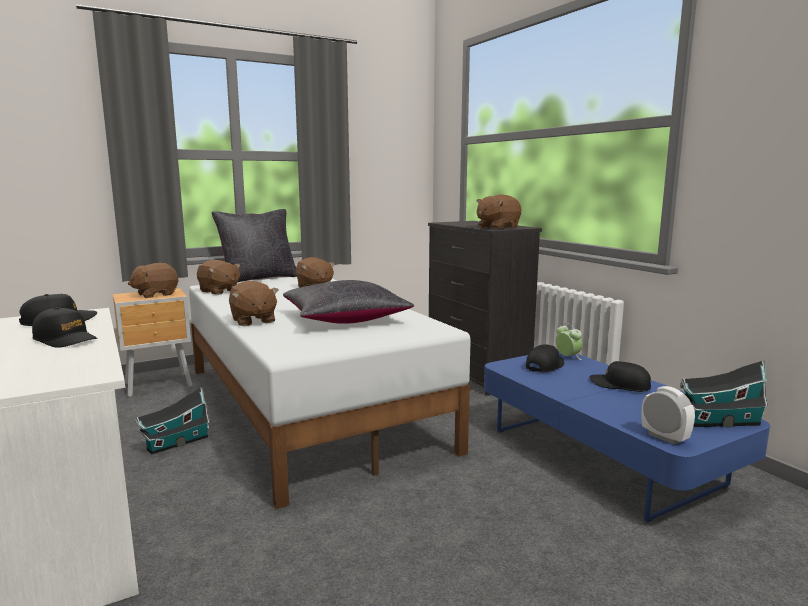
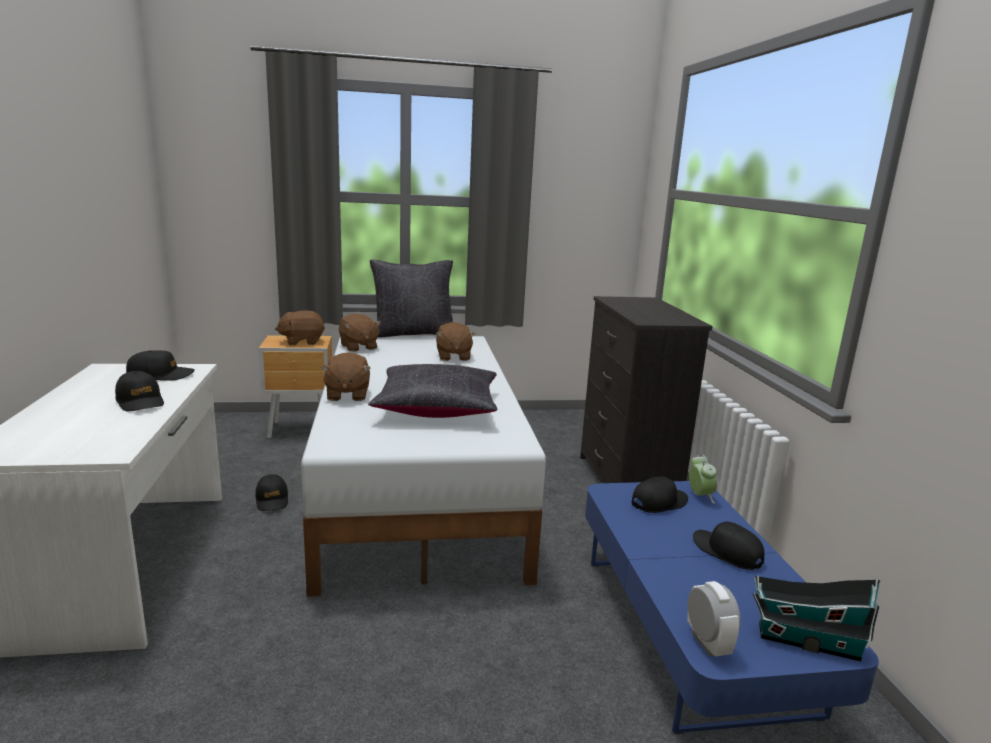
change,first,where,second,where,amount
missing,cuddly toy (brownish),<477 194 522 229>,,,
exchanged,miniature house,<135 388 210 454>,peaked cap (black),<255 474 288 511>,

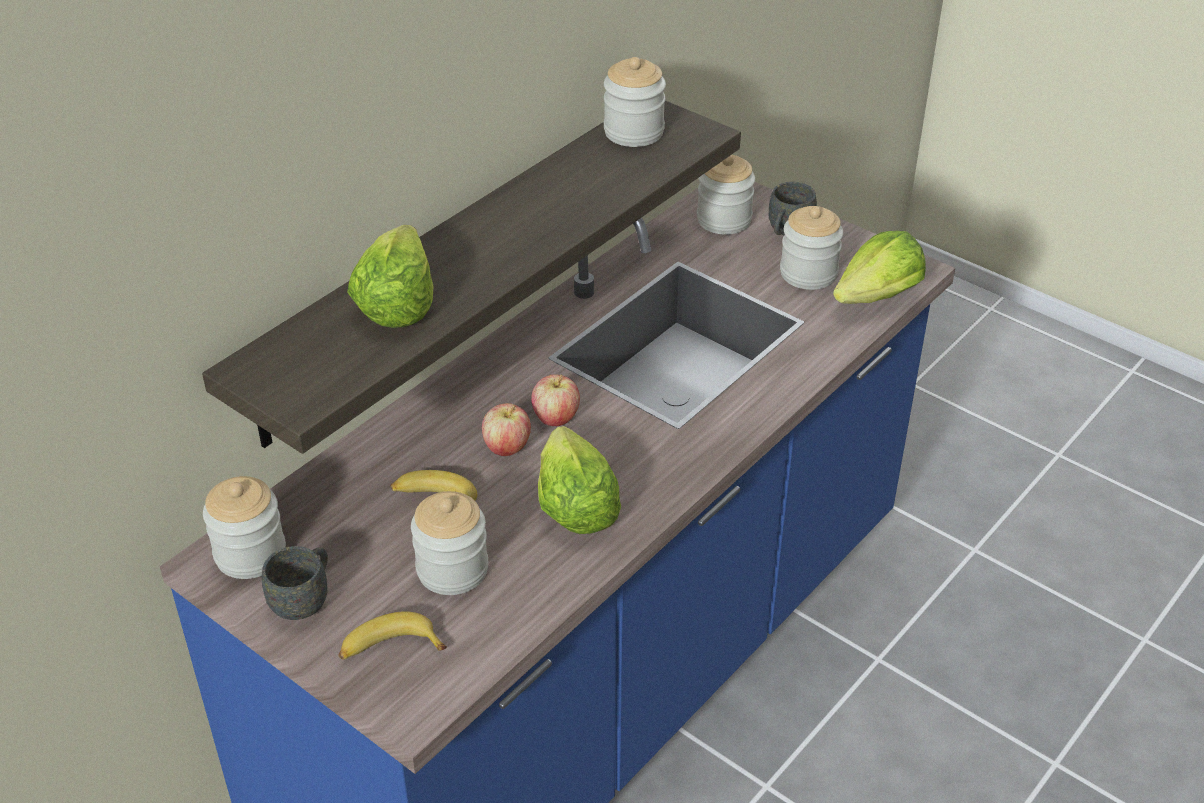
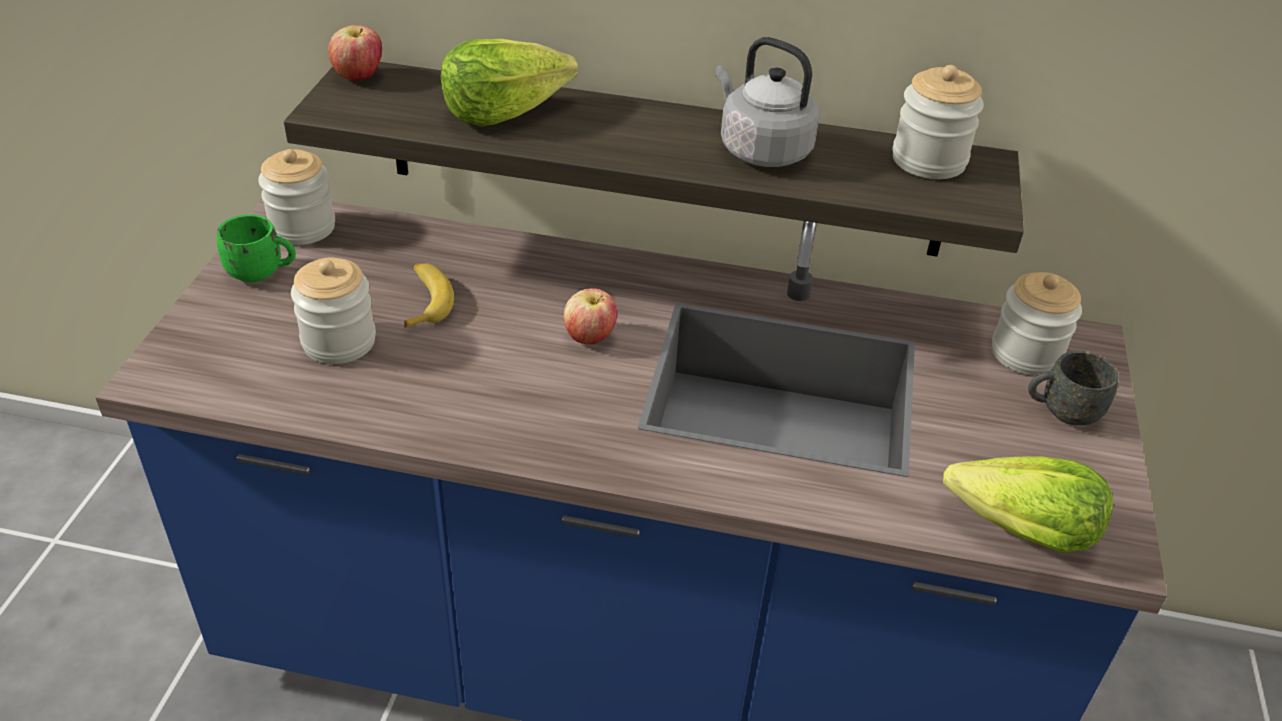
change,first,where,second,where,amount
missing,banana fruit,<339 611 447 660>,,,
missing,head of lettuce,<538 426 621 534>,,,
missing,jar,<780 206 843 290>,,,
appeared,,,kettle (grey),<715 37 819 167>,
relocated,whole apple,<482 403 531 456>,,<328 25 382 81>,
colour,mug (grey),<262 546 328 620>,mug (green-coloured),<217 214 296 282>,

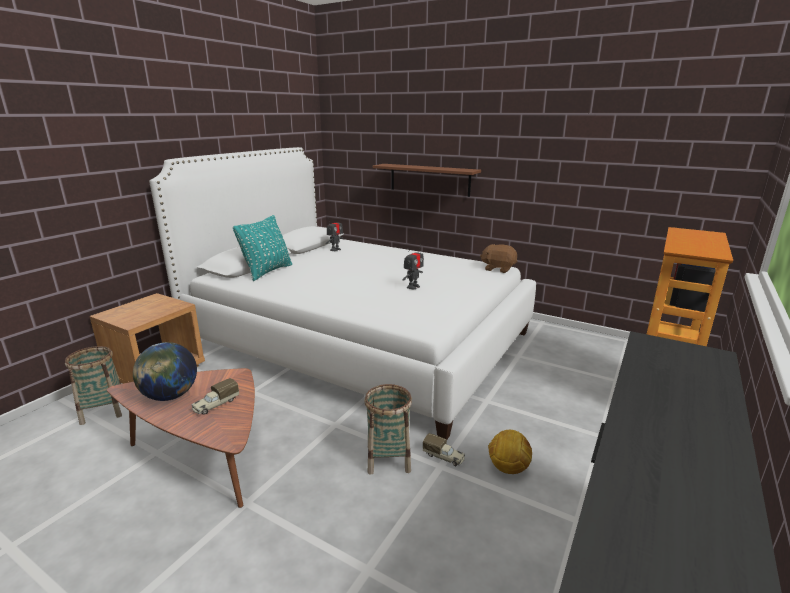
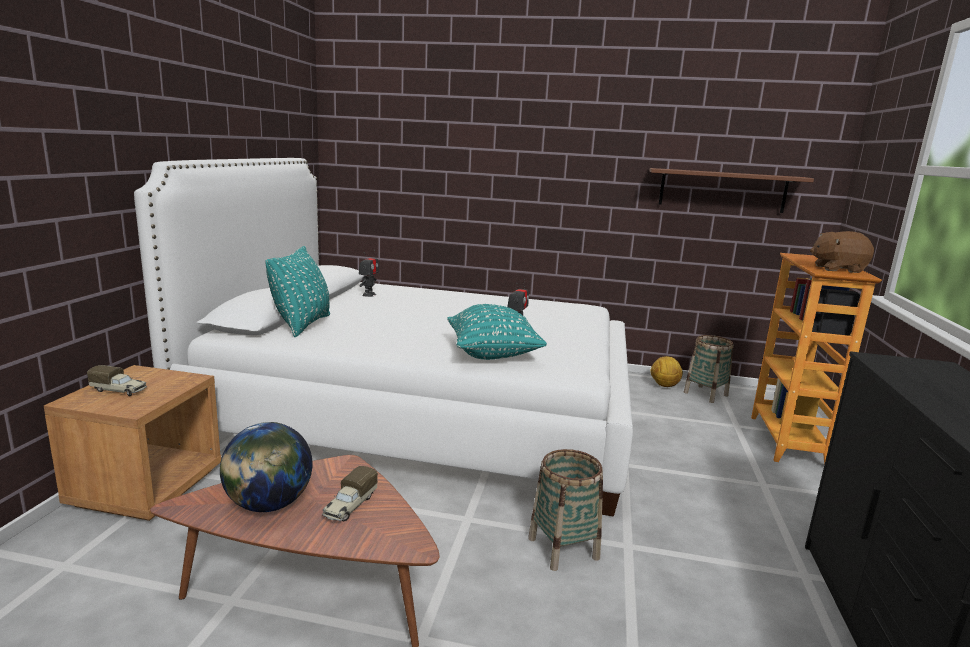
change,first,where,second,where,amount
appeared,,,throw pillow (blue-green),<447 304 547 360>,
relocated,storage basket,<65 346 122 425>,,<684 335 734 403>,
relocated,wall shelf (brownish),<373 164 481 197>,,<649 168 814 213>,
relocated,model truck,<423 433 465 467>,,<87 365 147 396>,
relocated,cuddly toy (brownish),<480 244 517 273>,,<810 231 874 273>,
relocated,ball for football,<488 430 532 474>,,<650 356 683 387>,

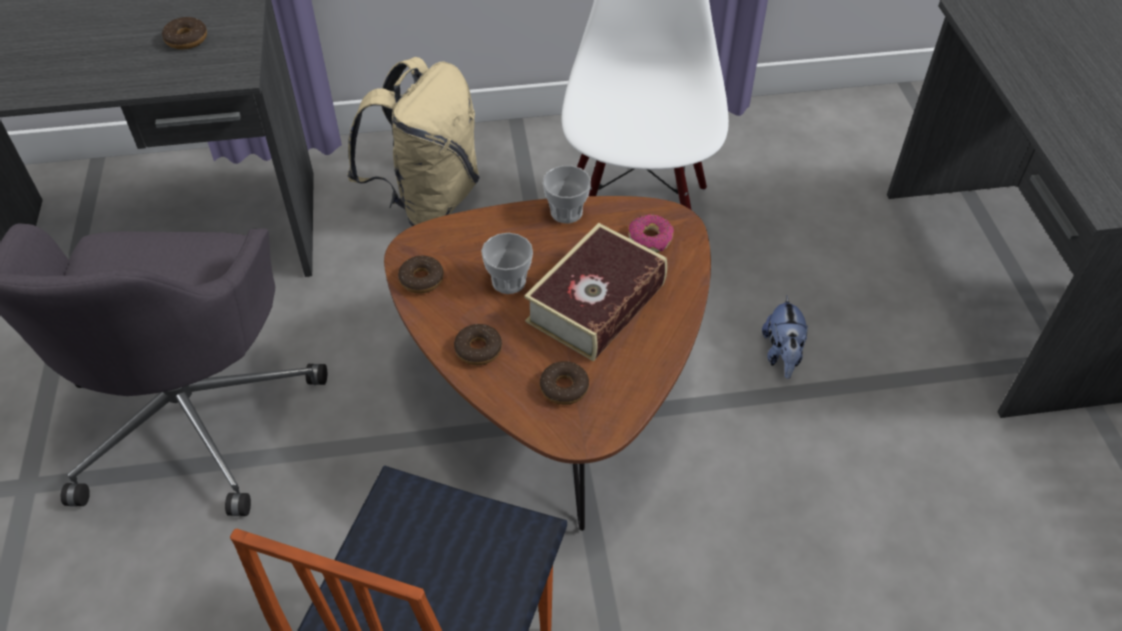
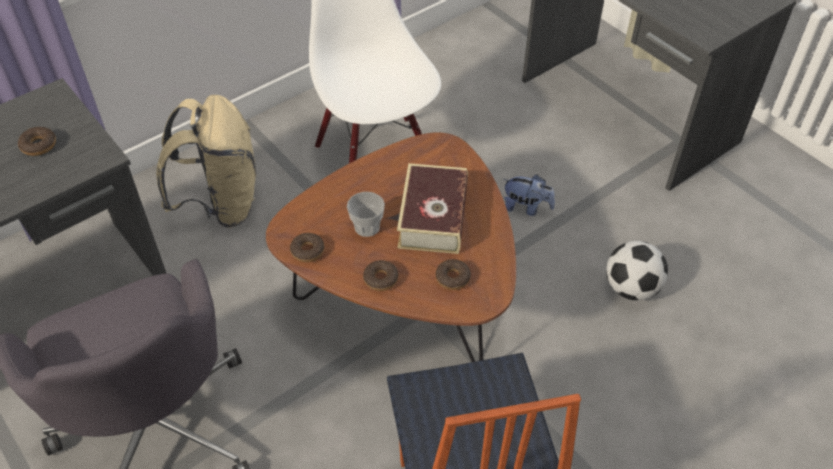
change,first,where,second,where,amount
missing,drinking cup,<543 165 591 223>,,,
missing,doughnut,<628 214 674 253>,,,
appeared,,,ball for football,<606 241 668 300>,
spun,cuddly toy,<762 295 808 379>,,<503 174 555 216>,45 degrees counterclockwise

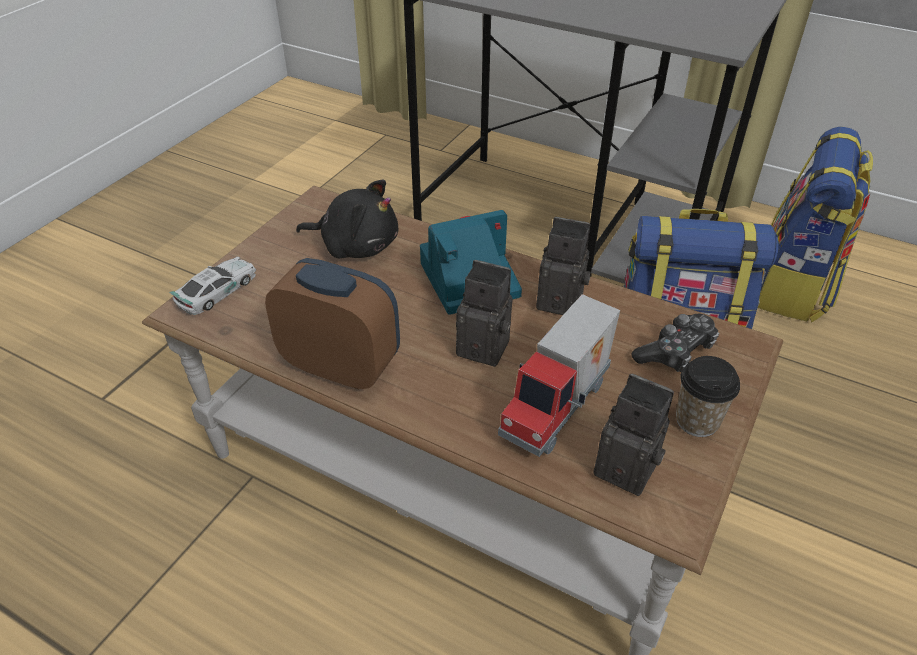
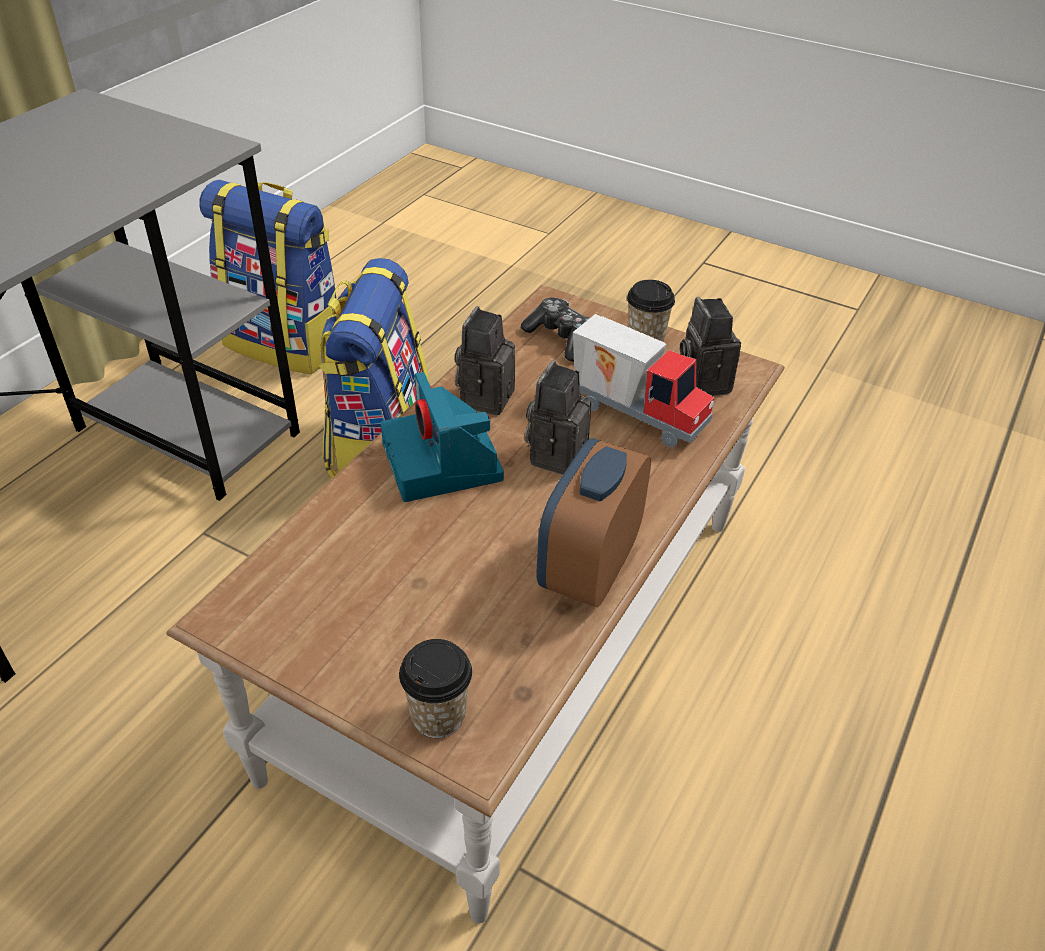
change,first,where,second,where,amount
missing,cuddly toy (black),<296 179 398 258>,,,
exchanged,toy car,<169 257 256 315>,drinking cup,<399 639 472 738>,
spun,photo camera,<594 374 674 496>,,<680 297 741 396>,45 degrees counterclockwise

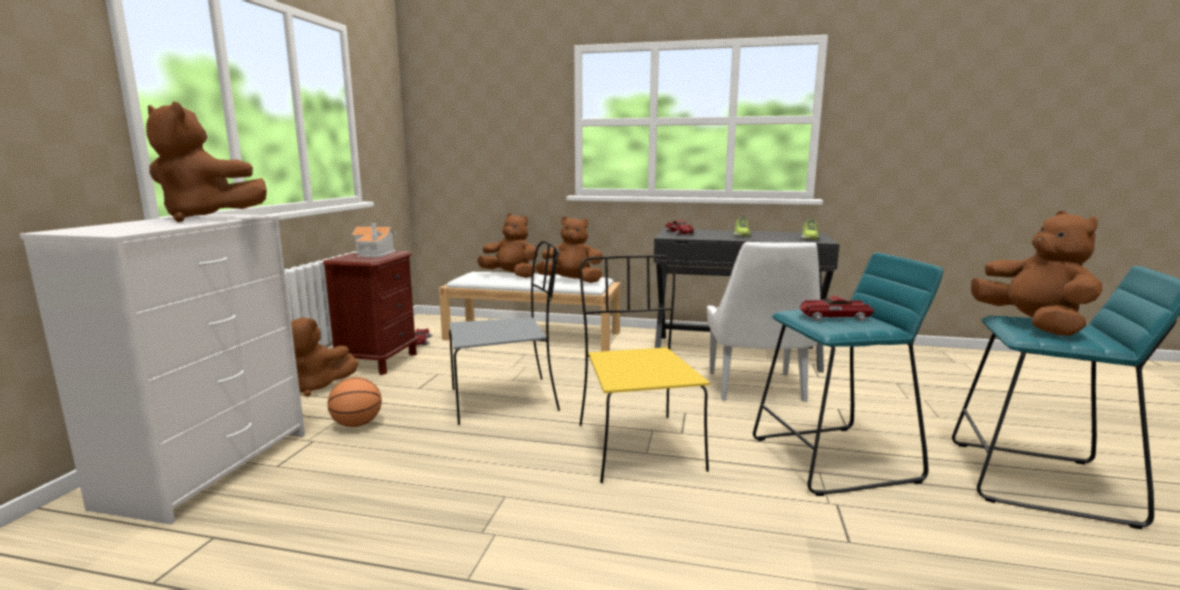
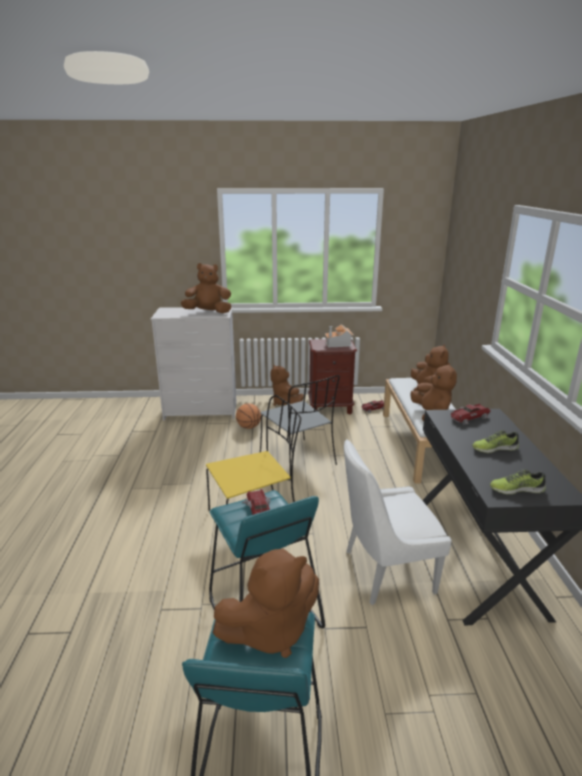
change,first,where,second,where,amount
spun,cuddly toy (brownish),<146 102 267 222>,,<181 263 232 313>,90 degrees clockwise

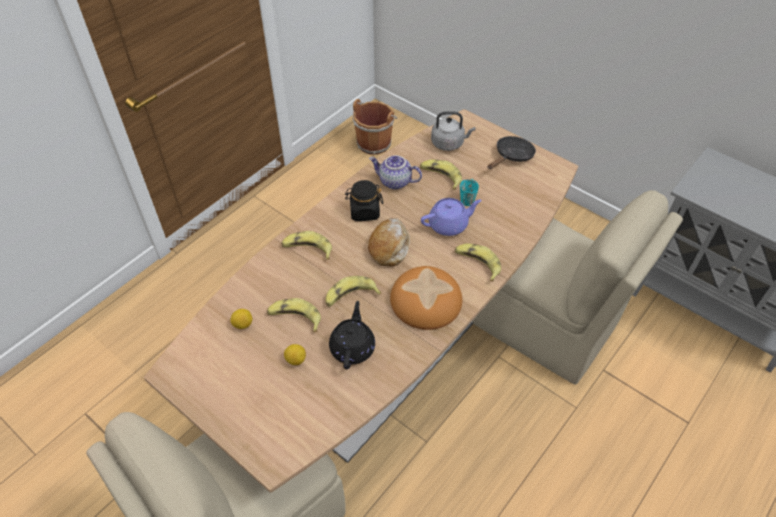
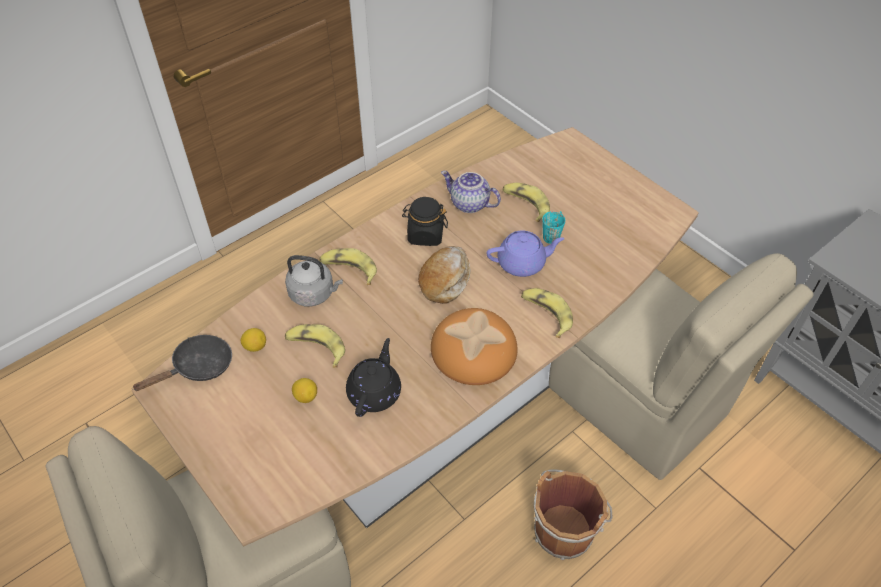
change,first,where,second,where,amount
missing,banana fruit,<325 276 381 307>,,,
relocated,bucket (brownish),<353 99 398 155>,,<534 469 612 560>,
relocated,kettle (grey),<431 111 475 151>,,<285 255 343 306>,
relocated,pan (black),<487 136 536 169>,,<132 335 232 391>,

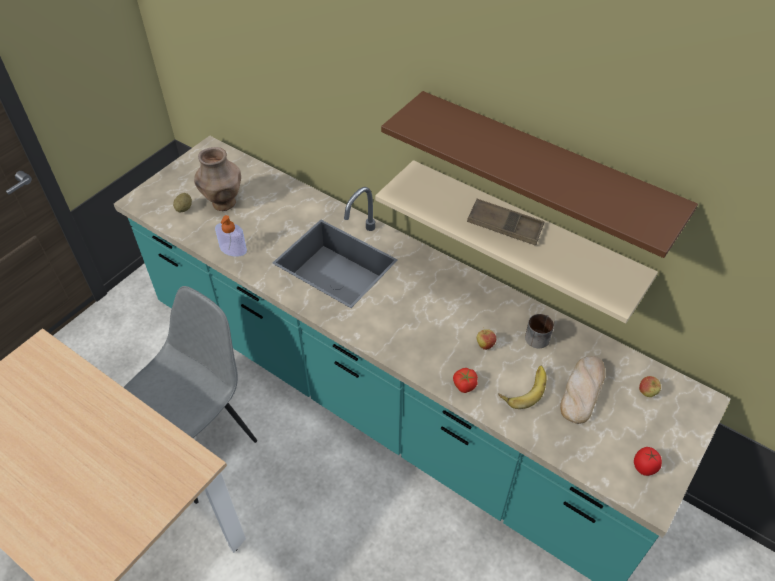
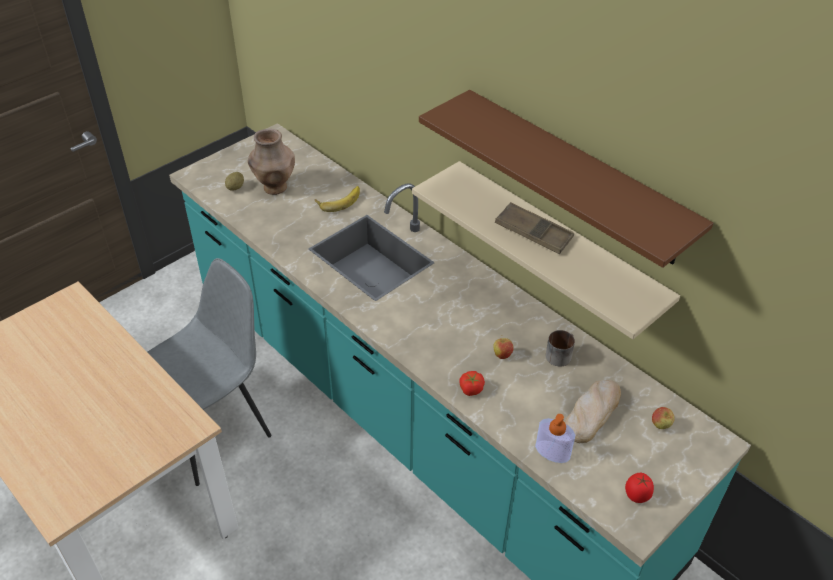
change,first,where,second,where,amount
relocated,soap bottle,<215 215 247 257>,,<535 414 575 463>,
relocated,banana fruit,<498 366 547 409>,,<315 186 360 212>,

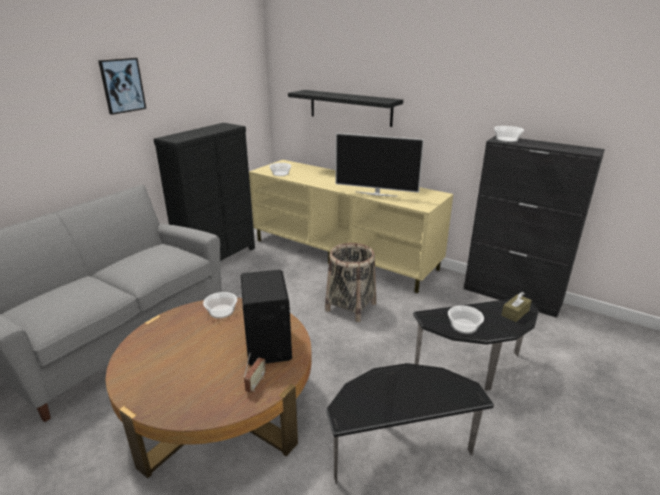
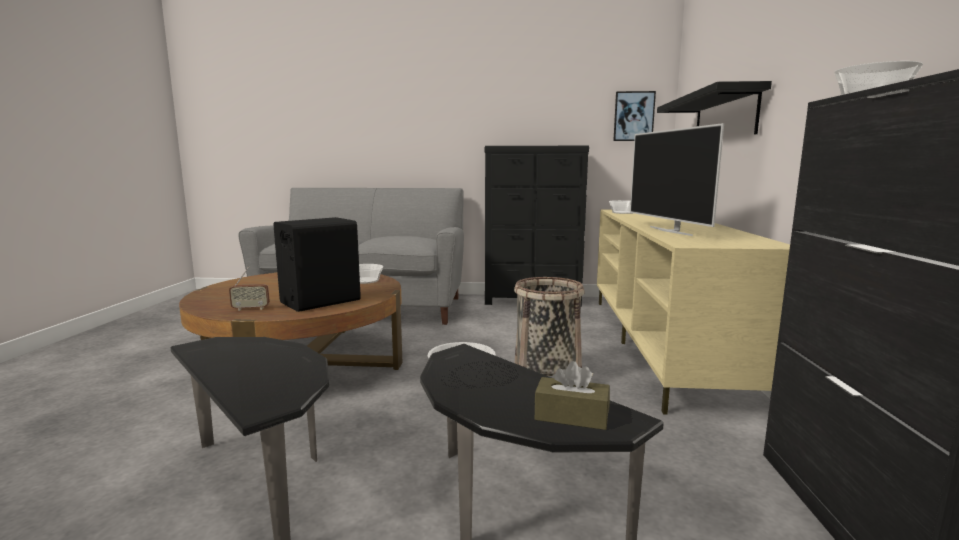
change,first,where,second,where,amount
relocated,wall picture,<98 58 146 115>,,<613 91 656 141>,

